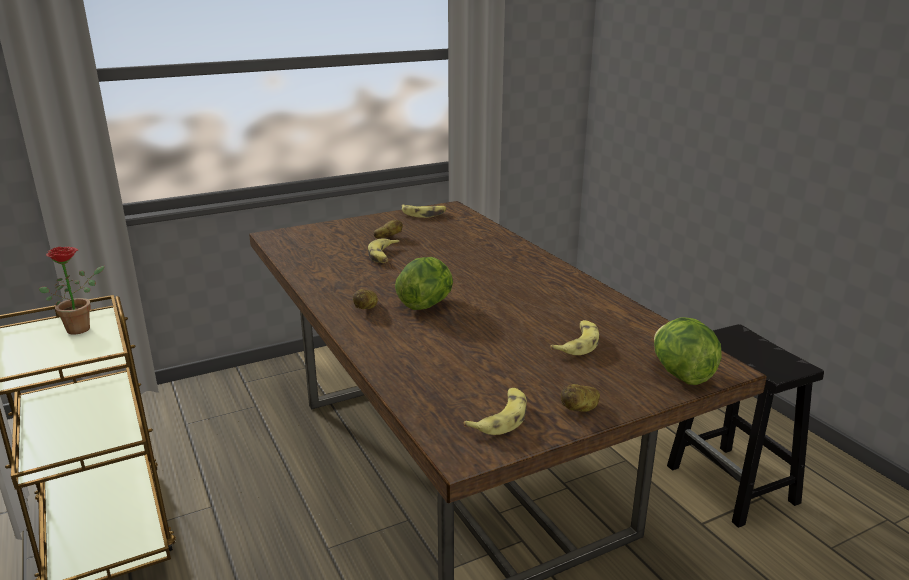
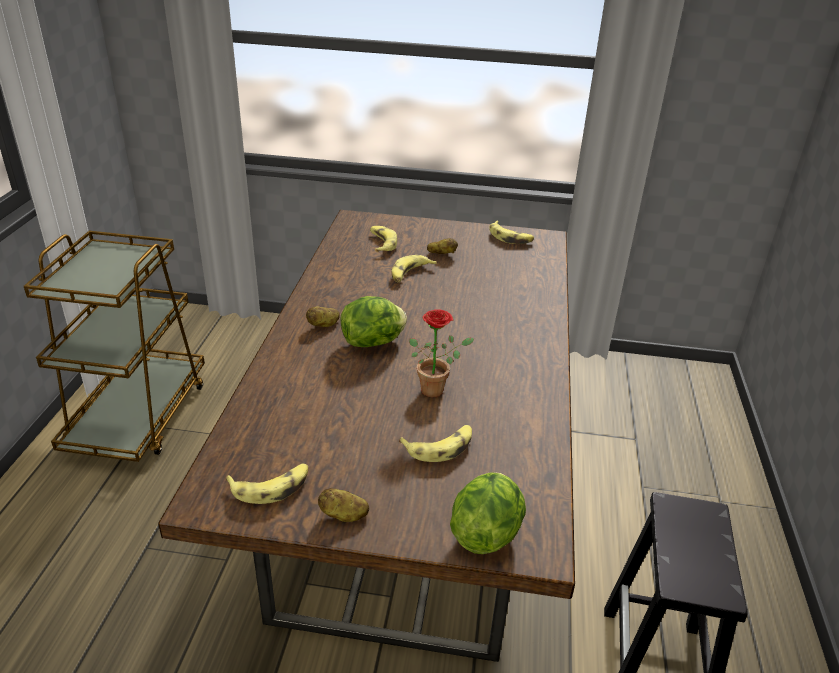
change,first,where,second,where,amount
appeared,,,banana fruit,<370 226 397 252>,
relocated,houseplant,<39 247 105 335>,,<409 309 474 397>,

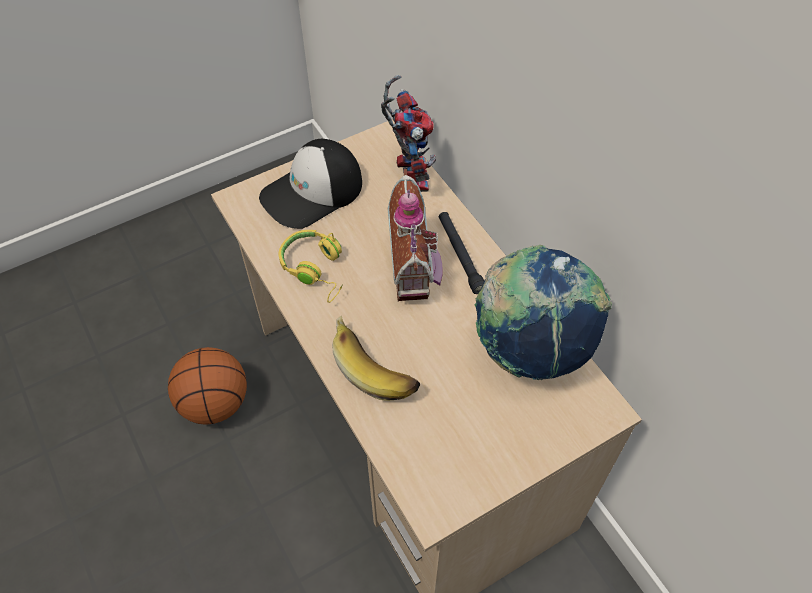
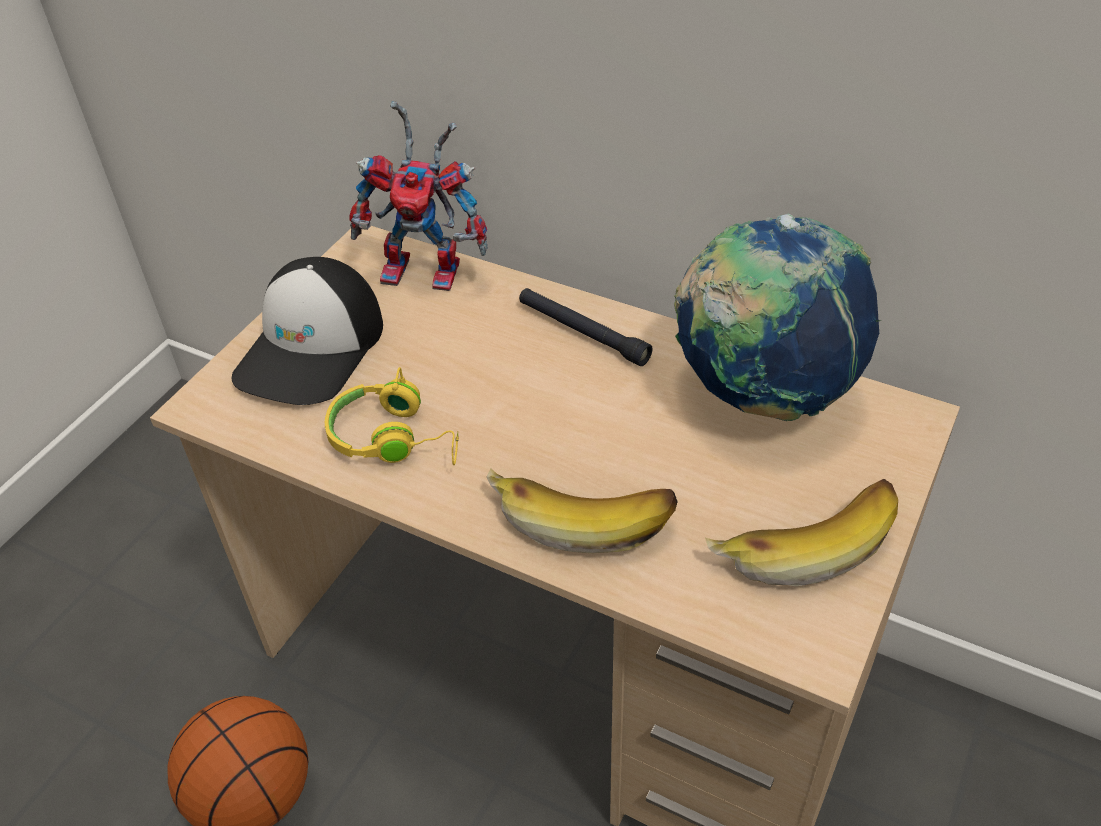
change,first,where,second,where,amount
missing,miniature house,<387 169 443 302>,,,
appeared,,,banana fruit,<705 479 898 586>,
spun,model robot,<381 75 436 192>,,<349 101 487 291>,135 degrees clockwise

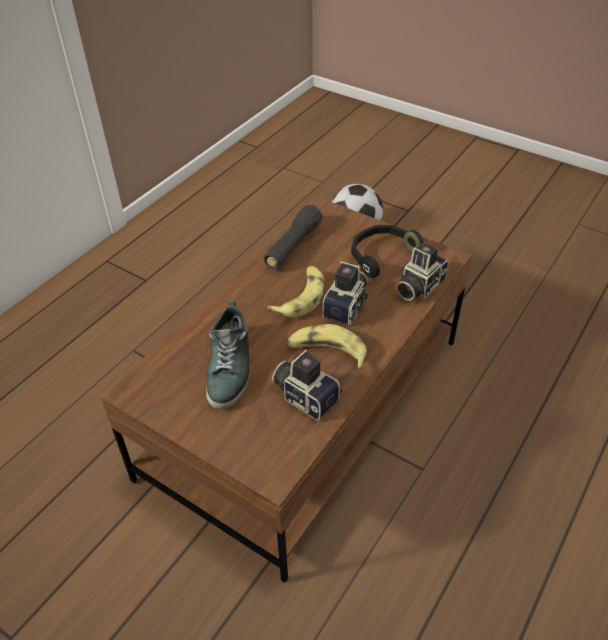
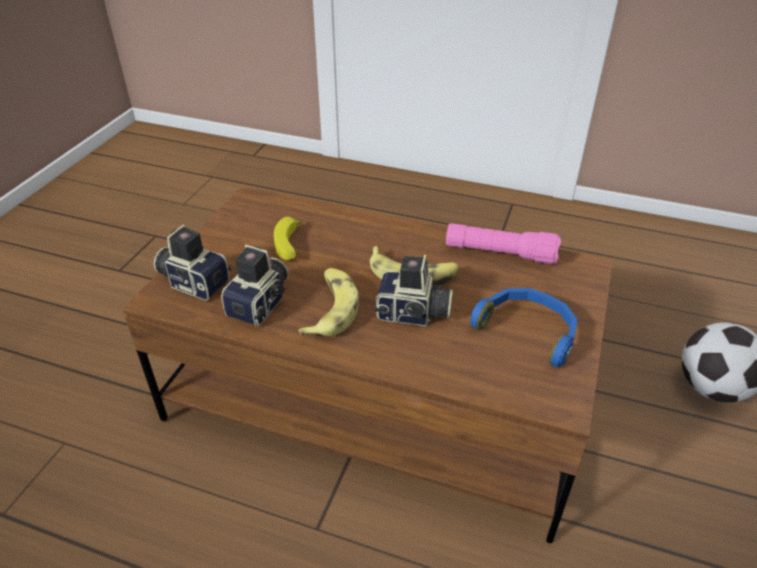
change,first,where,second,where,amount
relocated,photo camera,<396 242 449 301>,,<154 225 231 301>,
exchanged,item of footwear,<206 300 249 409>,banana fruit,<274 217 302 260>,
colour,torch (black),<264 205 322 269>,torch (pink-coloured),<446 223 561 264>,
colour,pair of headphones (black),<351 225 424 278>,pair of headphones (blue),<470 288 578 368>,

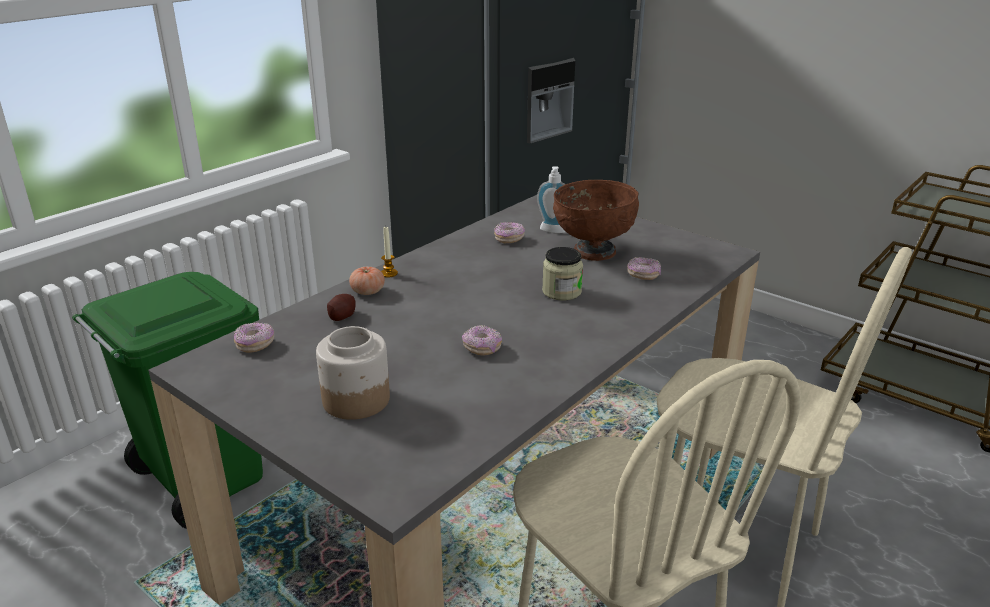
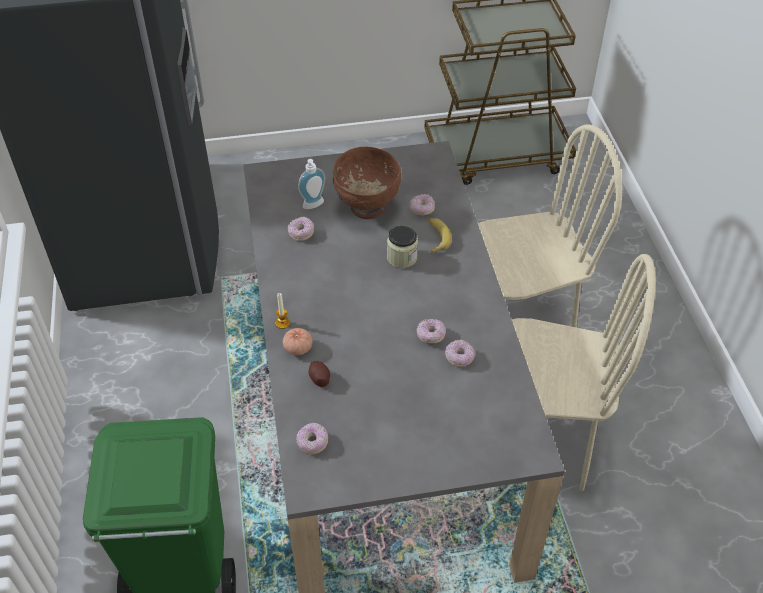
change,first,where,second,where,amount
missing,jar,<316 326 390 420>,,,
appeared,,,banana fruit,<428 218 452 254>,
appeared,,,doughnut,<445 340 475 367>,

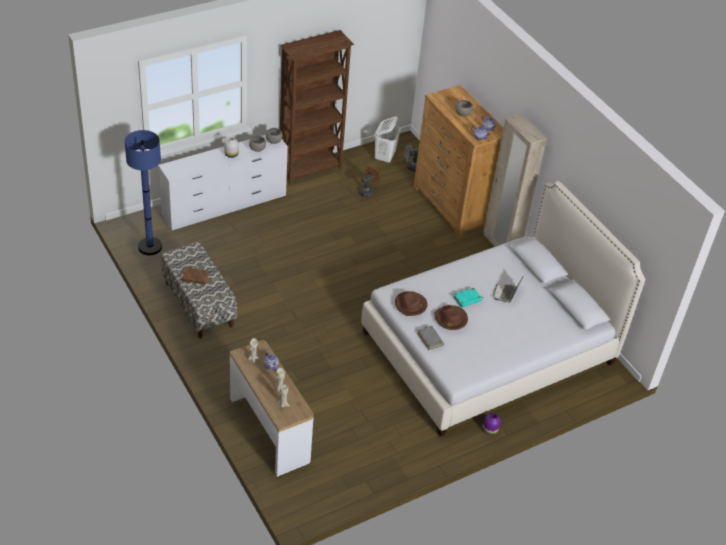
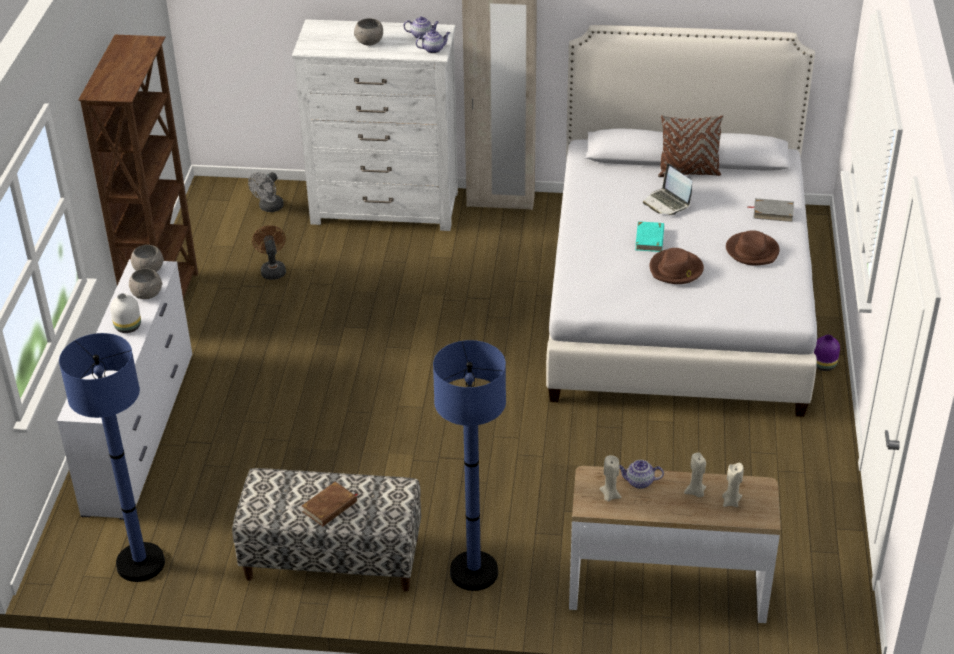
change,first,where,second,where,amount
missing,laundry basket (white-coloured),<375 116 401 163>,,,
appeared,,,standard lamp (blue),<433 340 506 591>,
appeared,,,throw pillow (brownish),<658 115 723 177>,
relocated,hat (brownish),<395 291 428 316>,,<726 230 780 265>,
relocated,bound book (grey),<417 326 444 350>,,<748 198 794 222>,
colour,dresser (brownish),<414 85 504 238>,dresser (white-coloured),<292 19 458 231>,

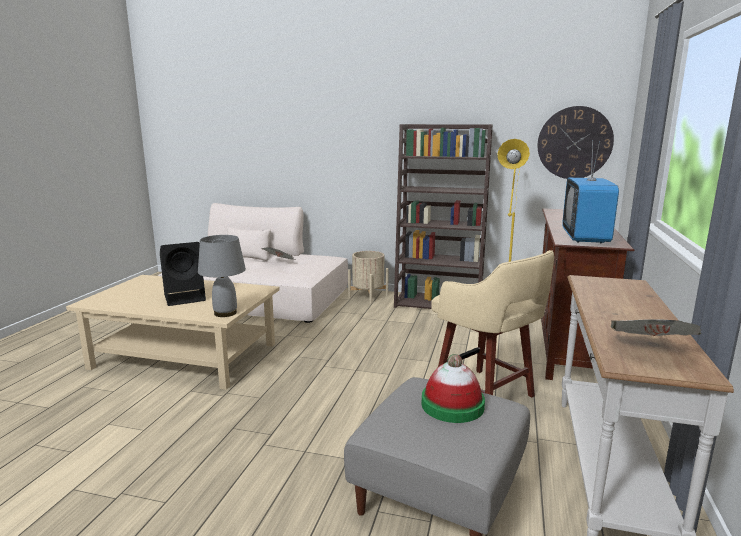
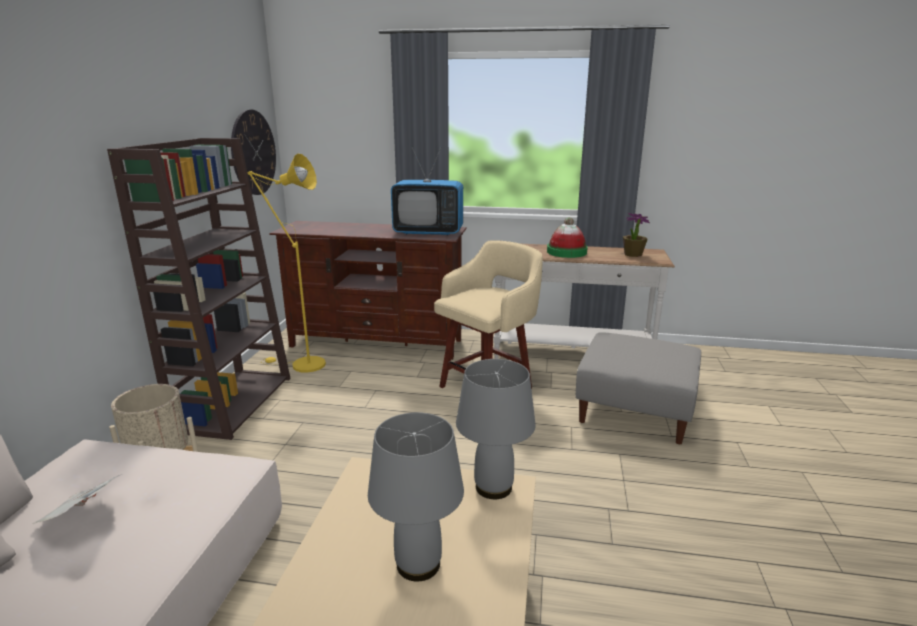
change,first,where,second,where,amount
relocated,hat,<422 354 485 423>,,<547 217 588 258>,
exchanged,loudspeaker (black),<160 242 206 306>,table lamp (grey),<368 412 464 582>,
exchanged,newspaper,<611 319 701 336>,houseplant,<623 213 650 257>,

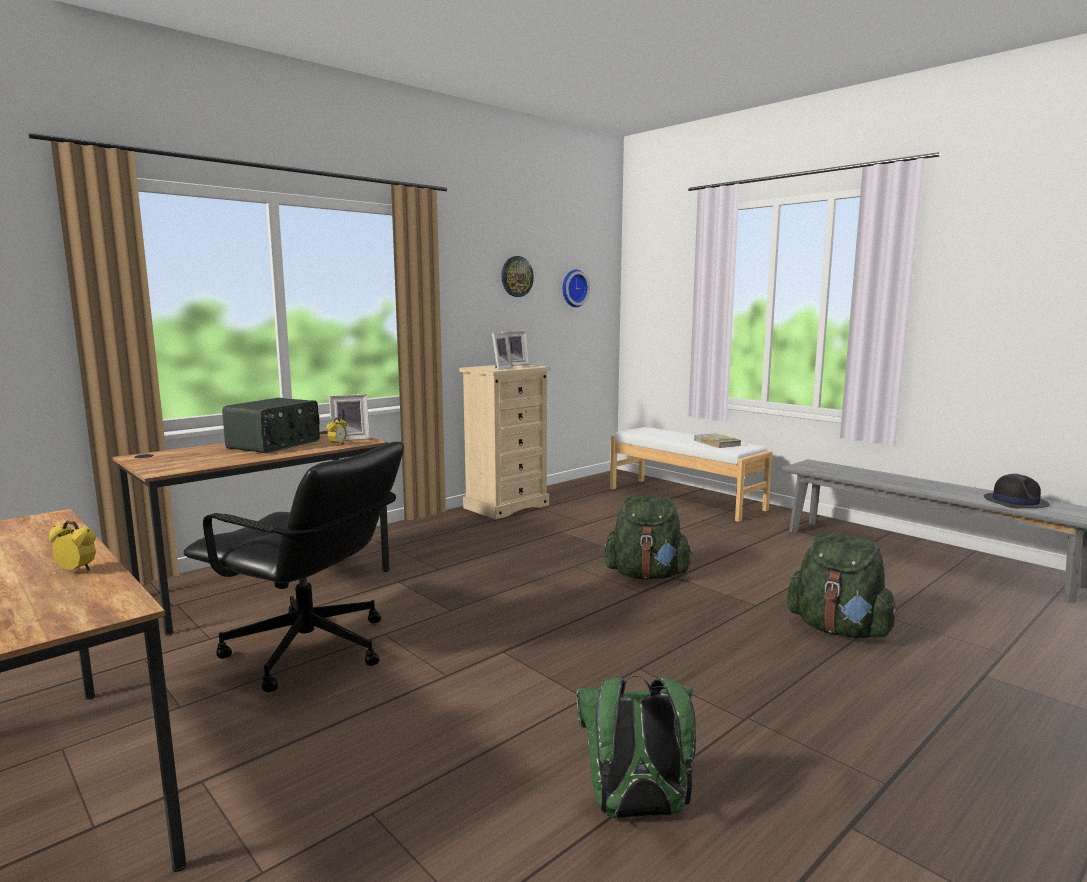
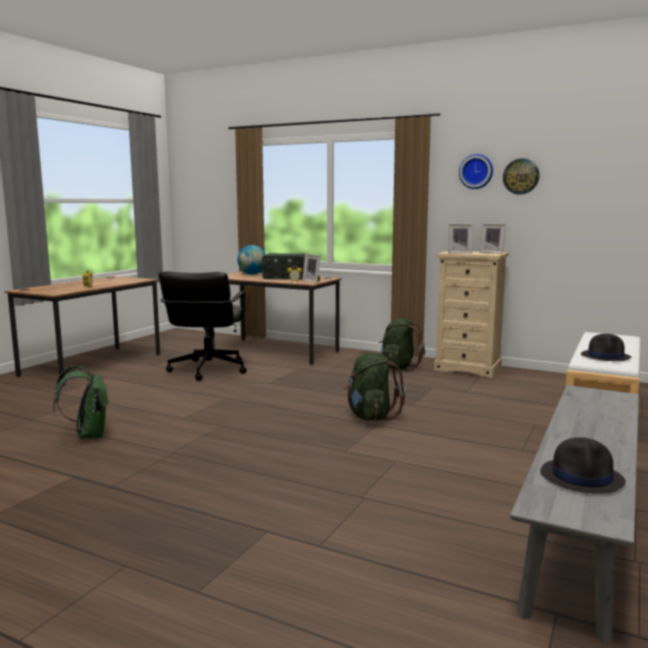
change,first,where,second,where,amount
appeared,,,world globe,<237 245 266 274>,
relocated,clock on the wall,<563 270 590 307>,,<459 154 493 189>,
relocated,rucksack (green-coloured),<787 533 898 638>,,<379 318 425 371>,
exchanged,bound book,<694 433 741 448>,hat (black),<581 334 631 361>,

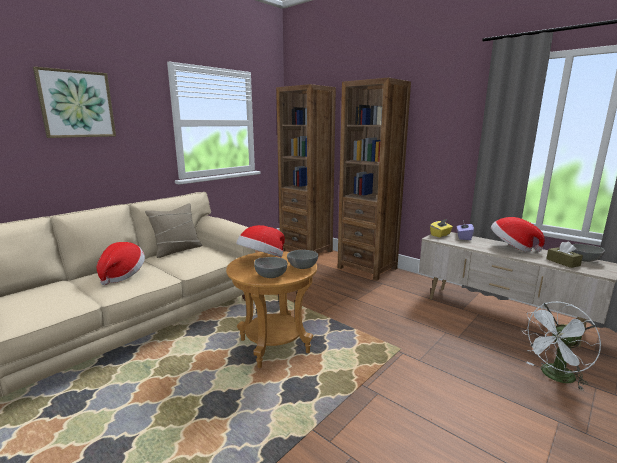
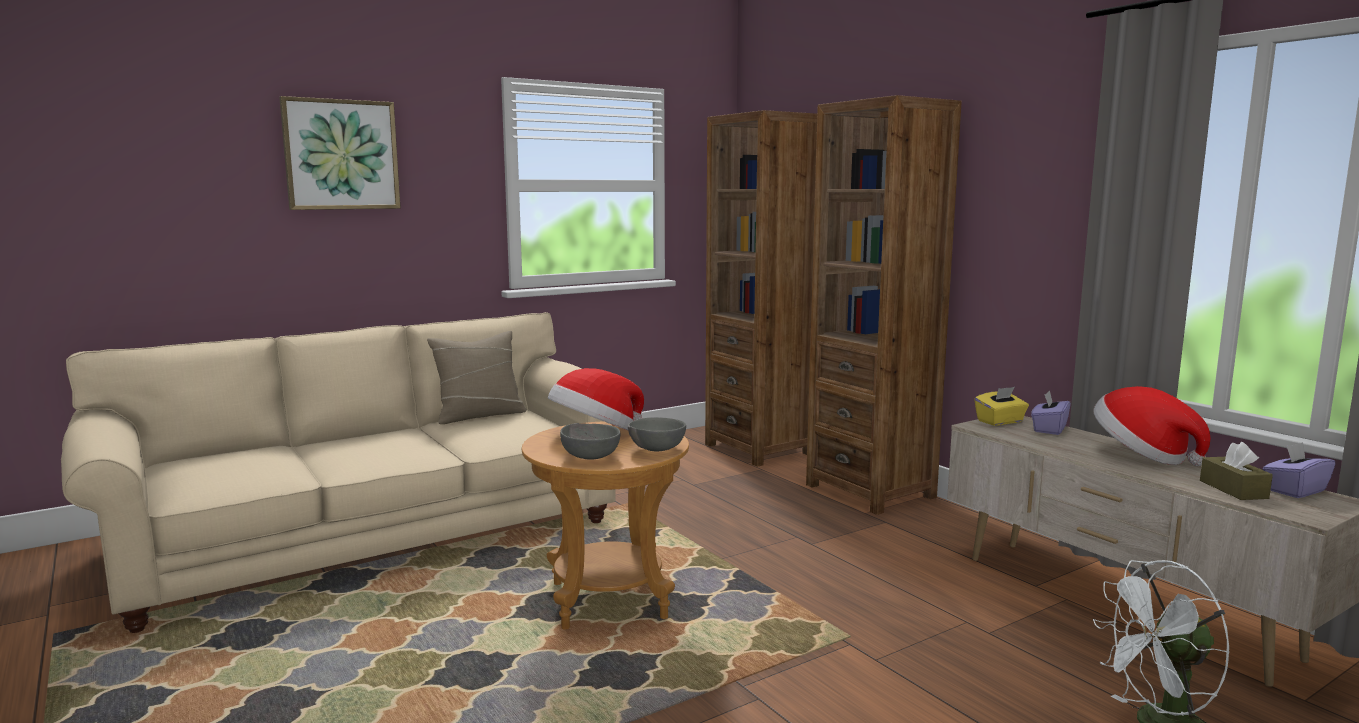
change,first,where,second,where,amount
missing,hat,<97 242 145 285>,,,
exchanged,serving bowl (grey),<571 244 605 262>,tissue holder (purple),<1263 442 1336 498>,

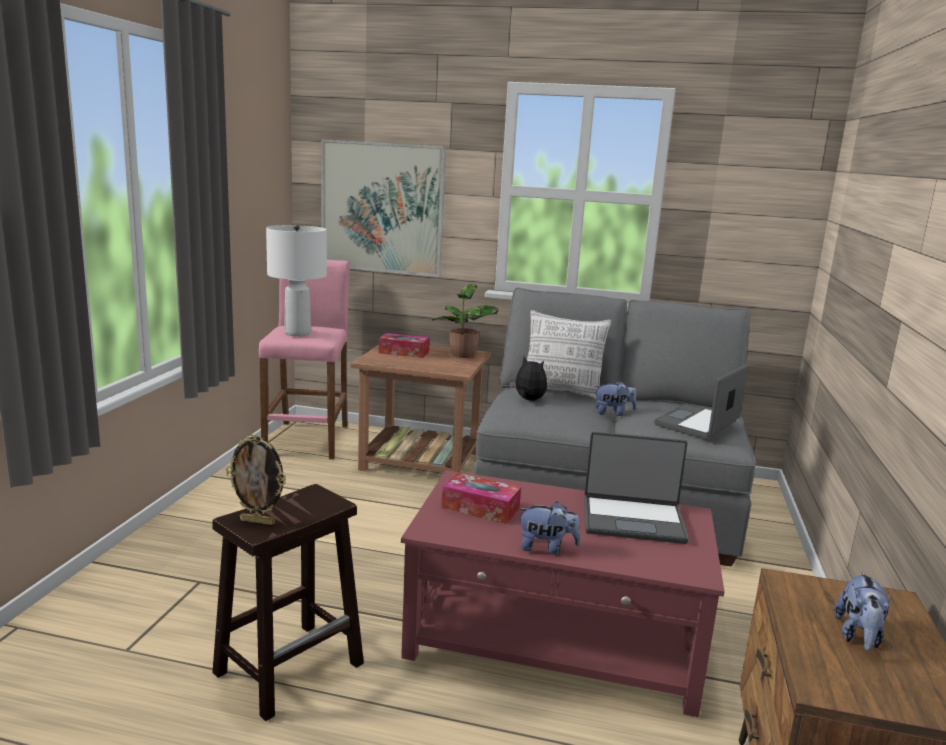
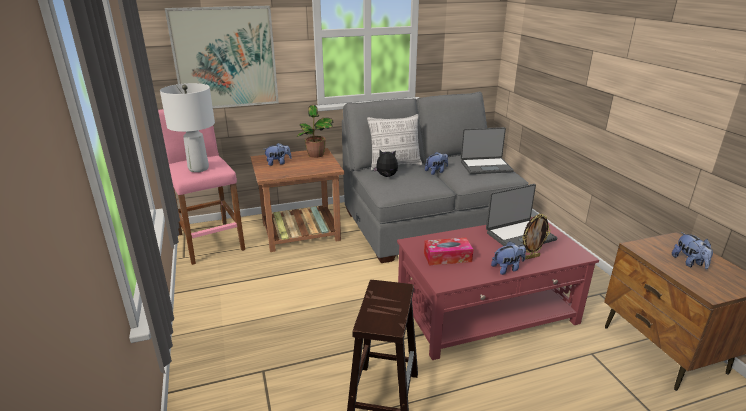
change,first,where,second,where,amount
relocated,photo frame,<226 434 286 525>,,<522 214 550 260>,
exchanged,tissue holder,<379 333 430 358>,cuddly toy,<265 143 292 166>,
spun,notebook computer,<654 365 748 440>,,<461 127 514 174>,105 degrees counterclockwise

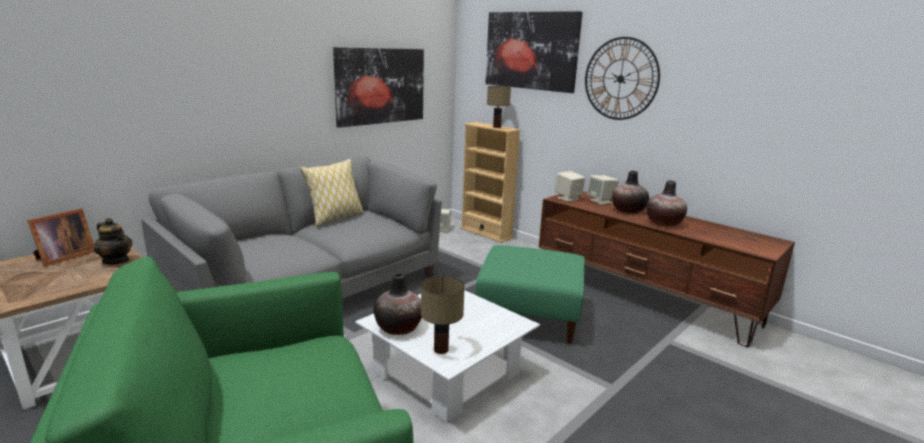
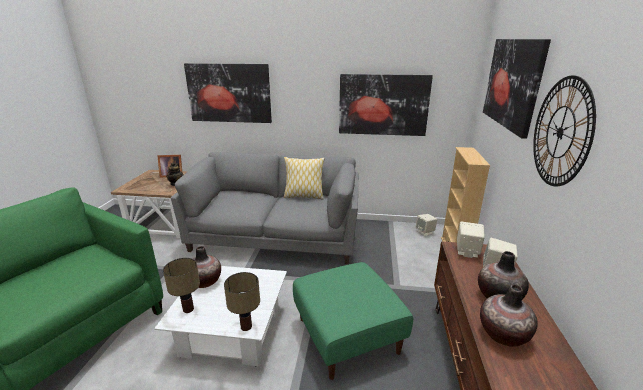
change,first,where,second,where,amount
appeared,,,wall picture,<184 63 272 123>,
relocated,table lamp,<487 86 511 128>,,<224 272 260 331>,

